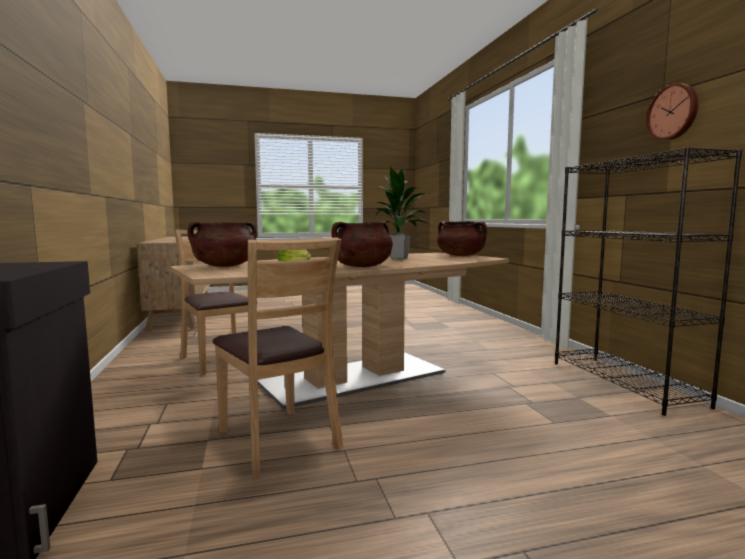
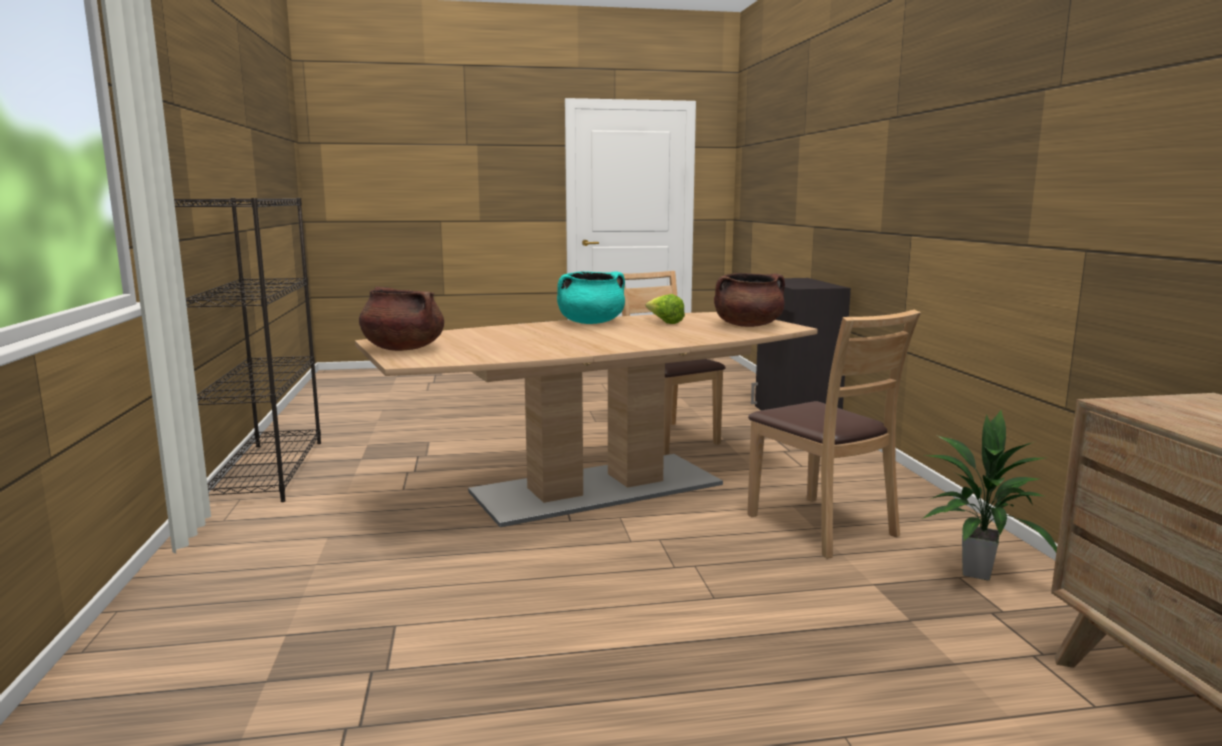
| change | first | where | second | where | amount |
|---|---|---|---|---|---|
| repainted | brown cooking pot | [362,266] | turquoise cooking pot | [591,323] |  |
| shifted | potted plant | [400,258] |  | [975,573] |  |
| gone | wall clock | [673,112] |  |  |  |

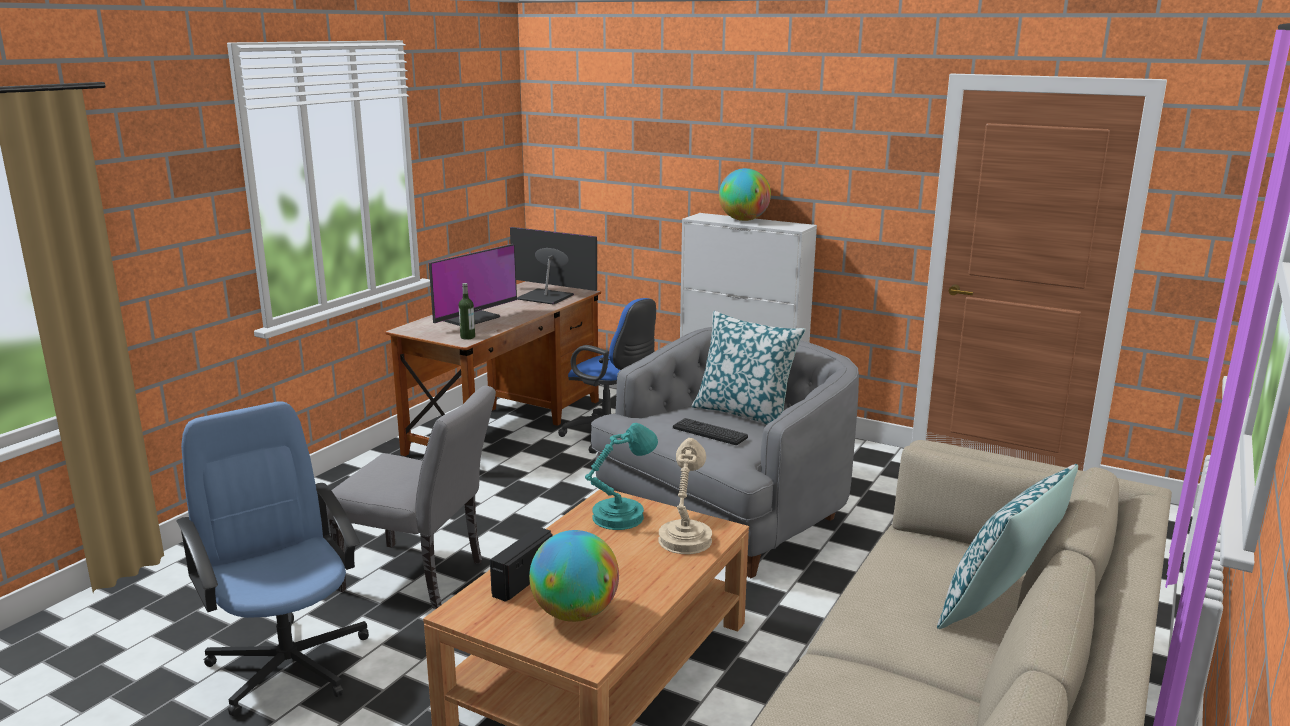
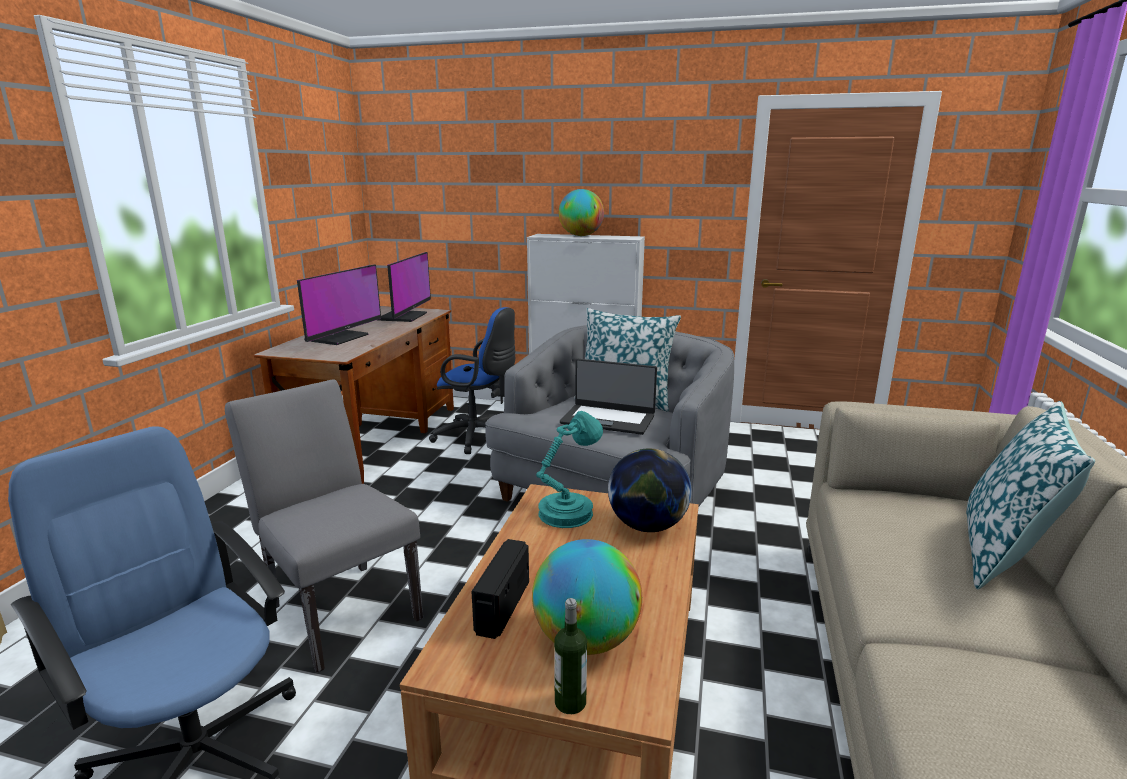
| change | first | where | second | where | amount |
|---|---|---|---|---|---|
| rotated | grey chair | [422,578] |  | [339,607] | 135 degrees counterclockwise |
| shifted | bottle | [467,337] |  | [570,702] |  |
| rotated | monitor | [546,297] |  | [403,317] | 90 degrees clockwise |
| swapped | beige table lamp | [685,538] | globe | [647,526] |  |
| swapped | keyboard | [709,432] | laptop | [608,419] |  |

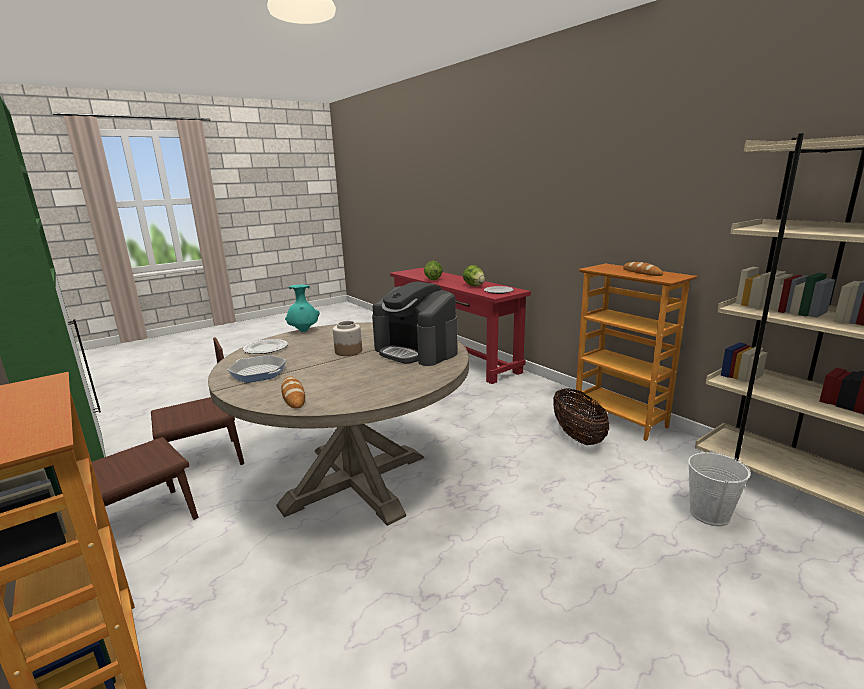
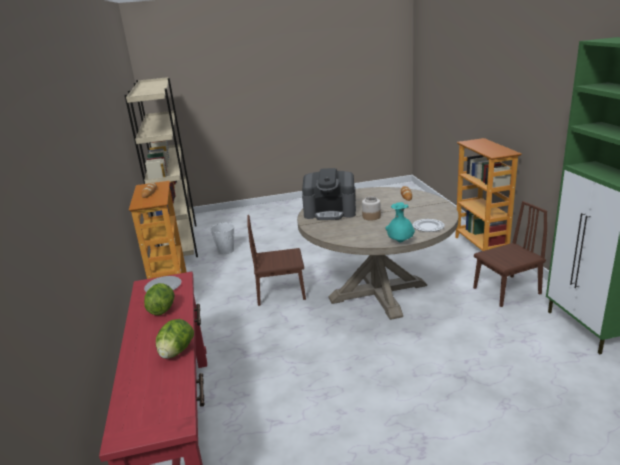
| change | first | where | second | where | amount |
|---|---|---|---|---|---|
| shifted | brown chair | [203,461] |  | [280,292] |  |
| gone | frying pan | [258,373] |  |  |  |
| rotated | coffee machine | [416,351] |  | [330,212] | 120 degrees clockwise |
| gone | basket | [577,436] |  |  |  |

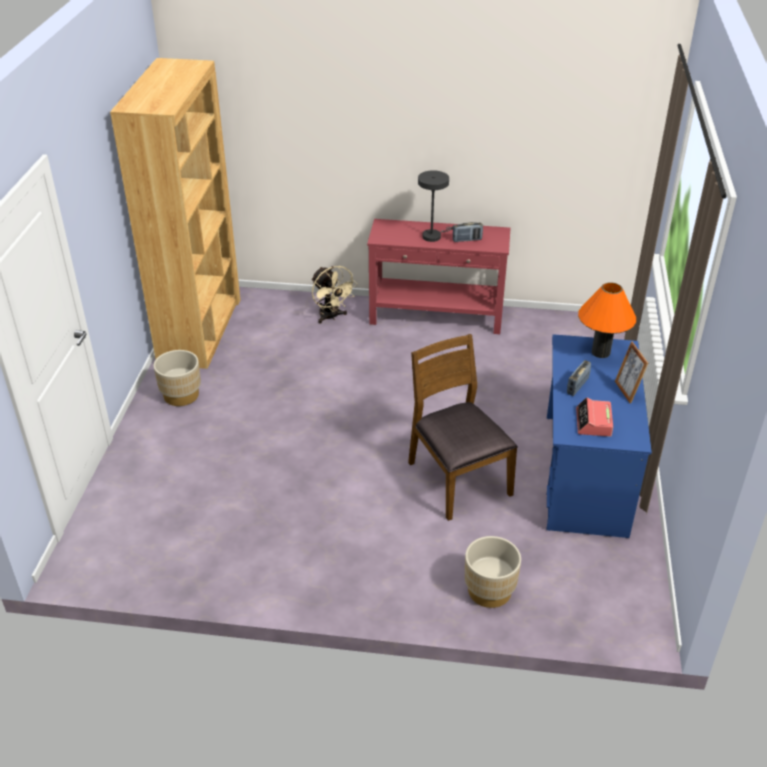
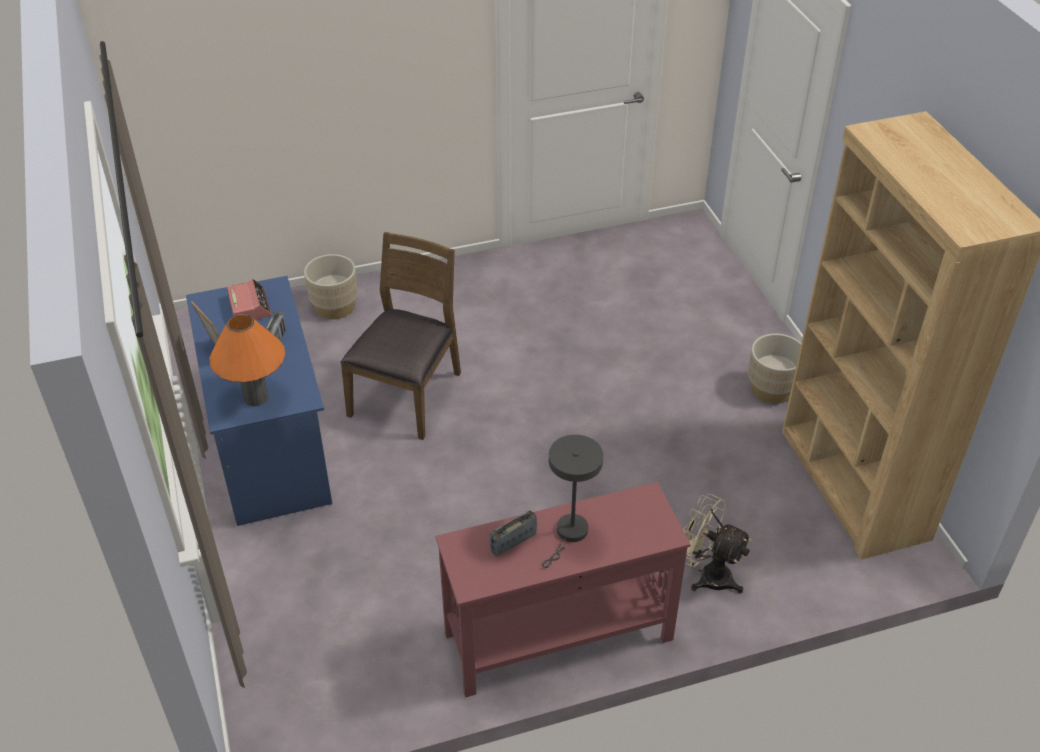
| change | first | where | second | where | amount |
|---|---|---|---|---|---|
| rotated | brown chair | [457,478] |  | [407,394] | 105 degrees counterclockwise |

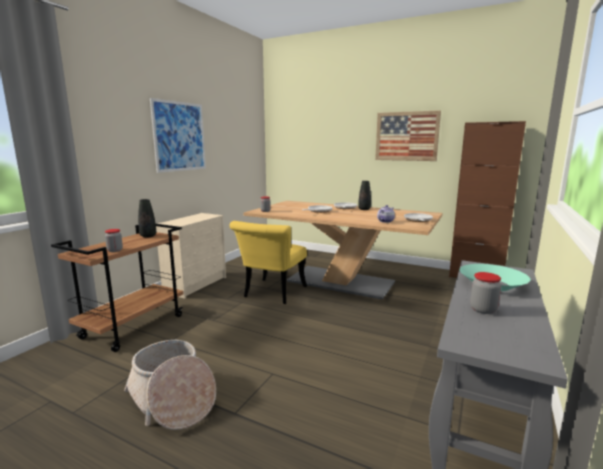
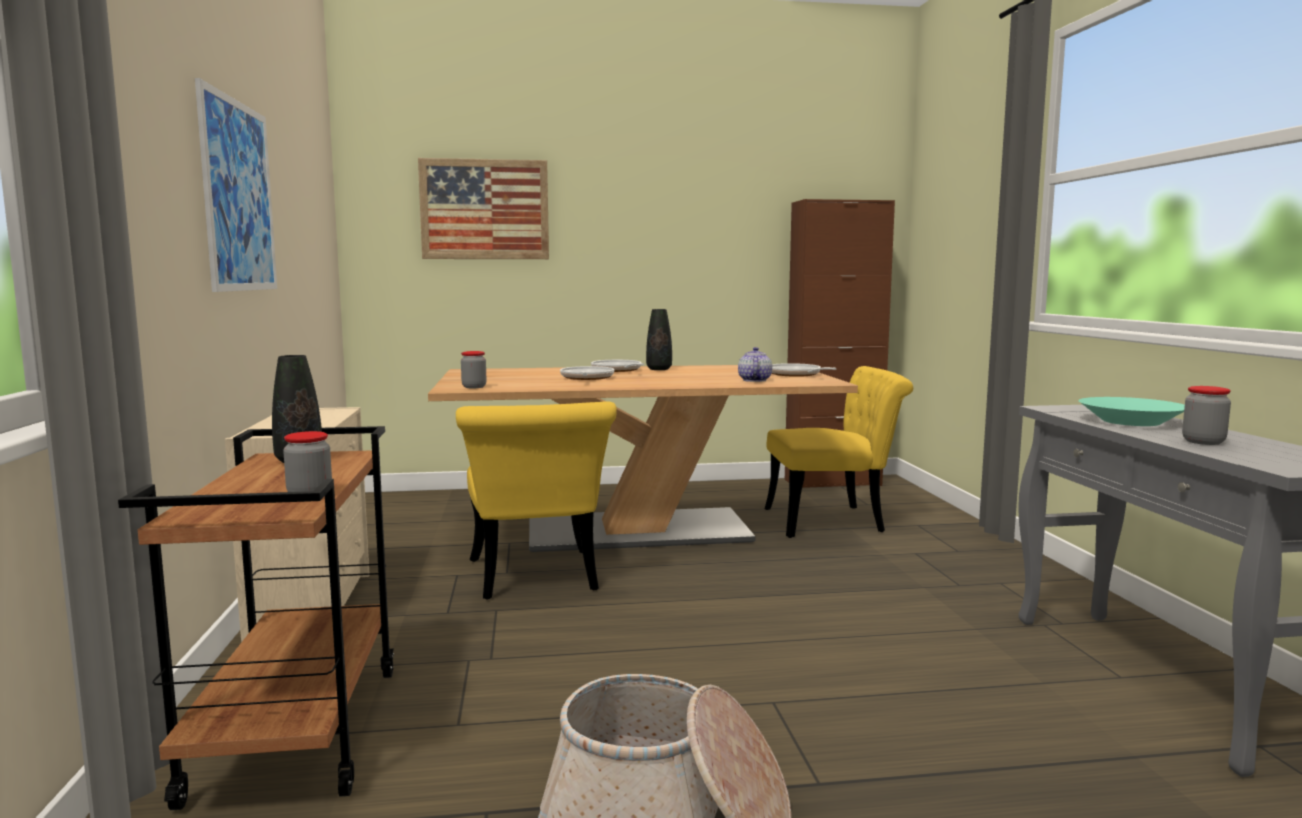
| change | first | where | second | where | amount |
|---|---|---|---|---|---|
| shifted | picture | [406,136] |  | [484,209] |  |
| new |  |  | yellow chair | [834,521] |  |

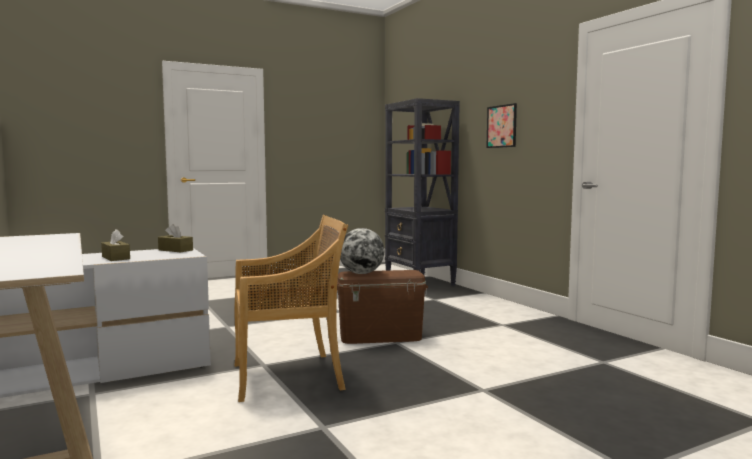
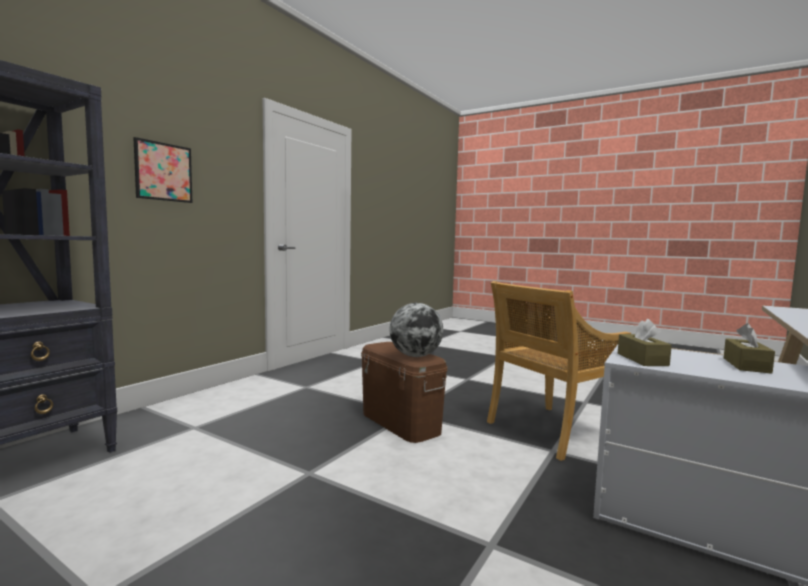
| change | first | where | second | where | amount |
|---|---|---|---|---|---|
| rotated | beige chair | [289,376] |  | [551,431] | 75 degrees counterclockwise |

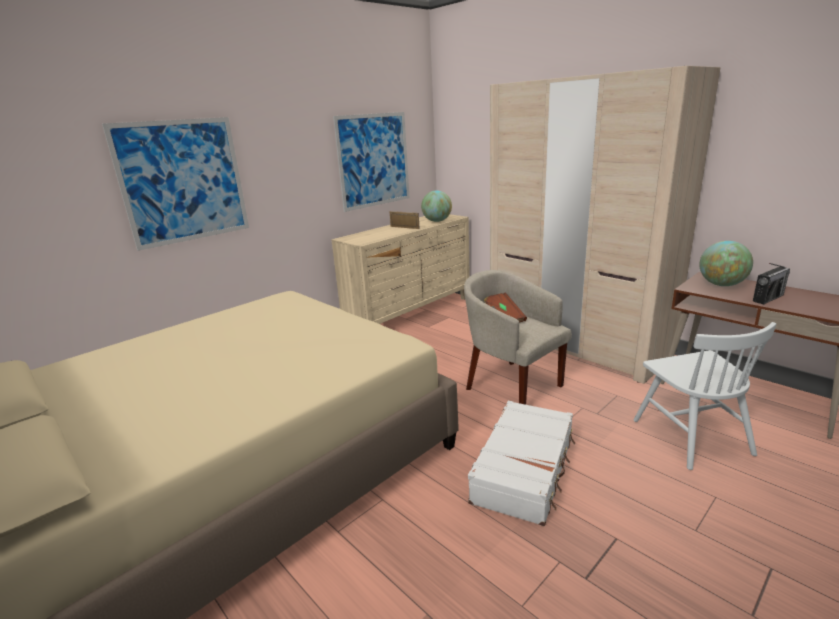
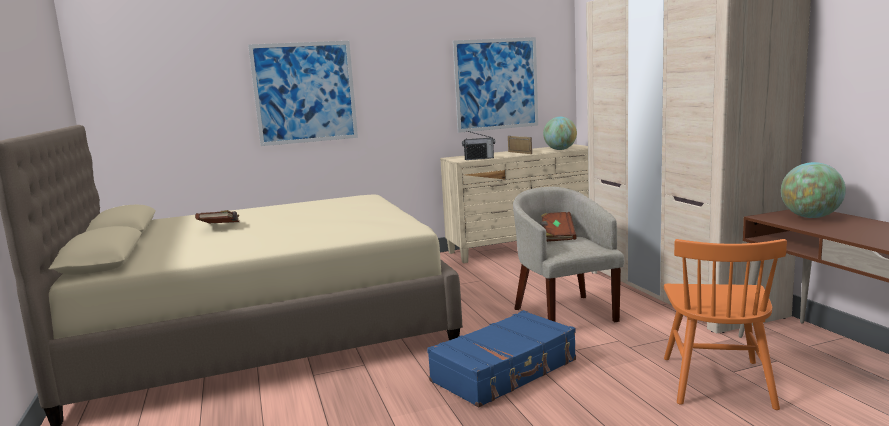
| change | first | where | second | where | amount |
|---|---|---|---|---|---|
| repainted | white suitcase | [525,470] | blue suitcase | [505,371] |  |
| repainted | white chair | [691,436] | orange chair | [717,381] |  |
| shifted | radio | [768,298] |  | [479,158] |  |
| new |  |  | brown book | [221,227] |  |

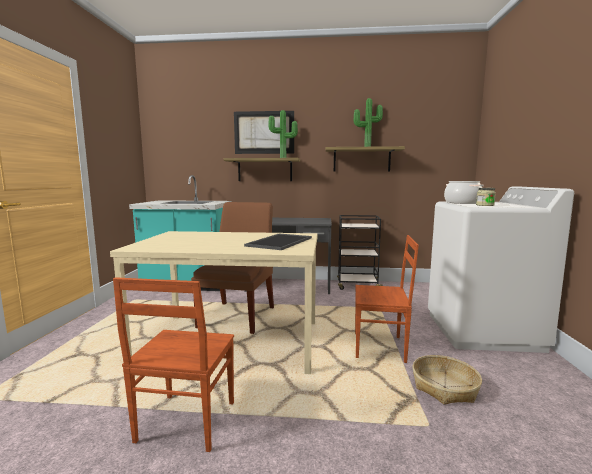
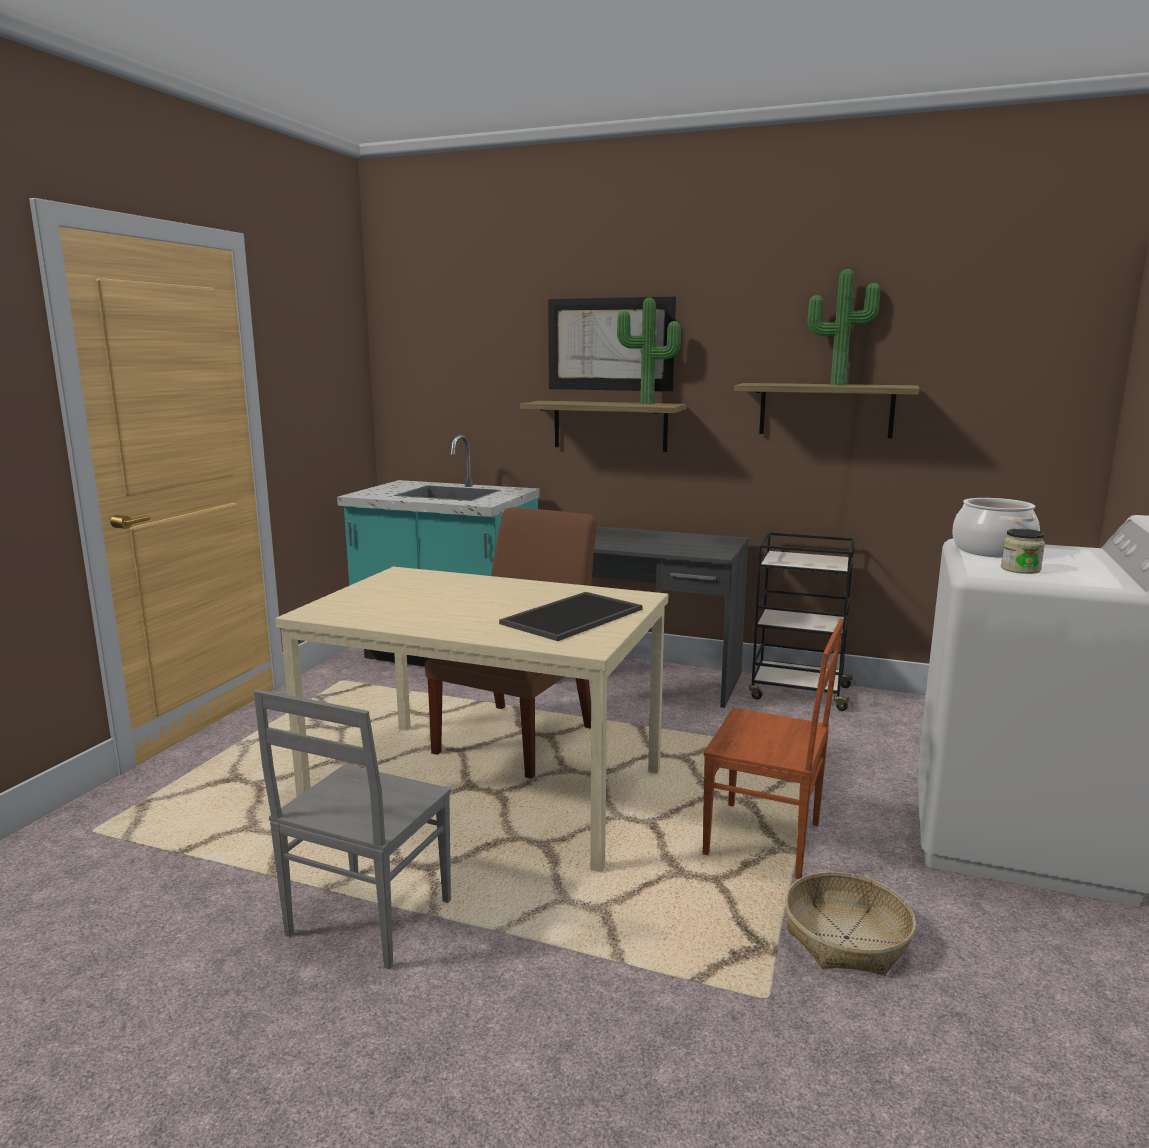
| change | first | where | second | where | amount |
|---|---|---|---|---|---|
| repainted | brown chair | [185,423] | grey chair | [366,919] |  |

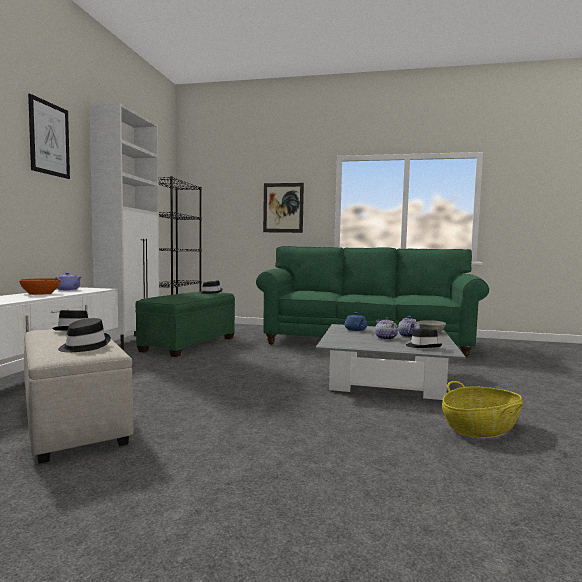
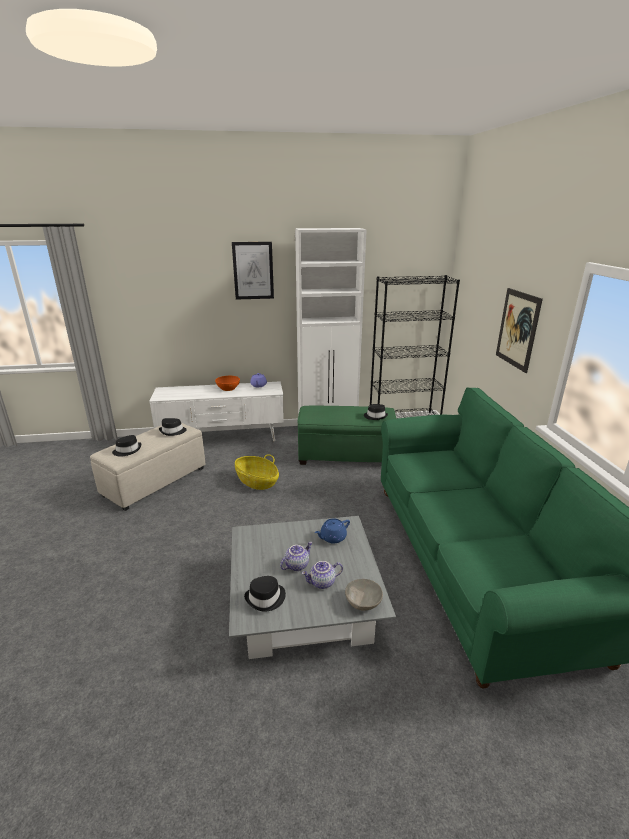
| change | first | where | second | where | amount |
|---|---|---|---|---|---|
| shifted | basket | [480,428] |  | [257,481] |  |

